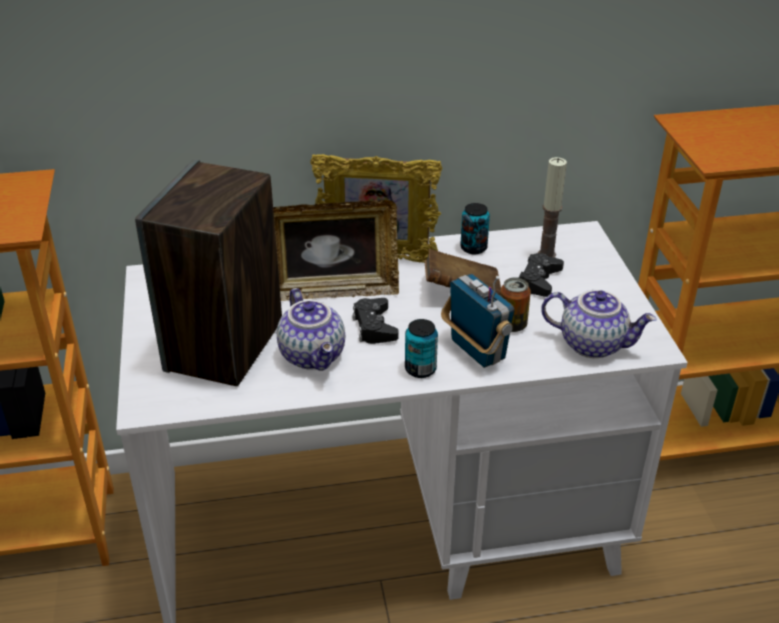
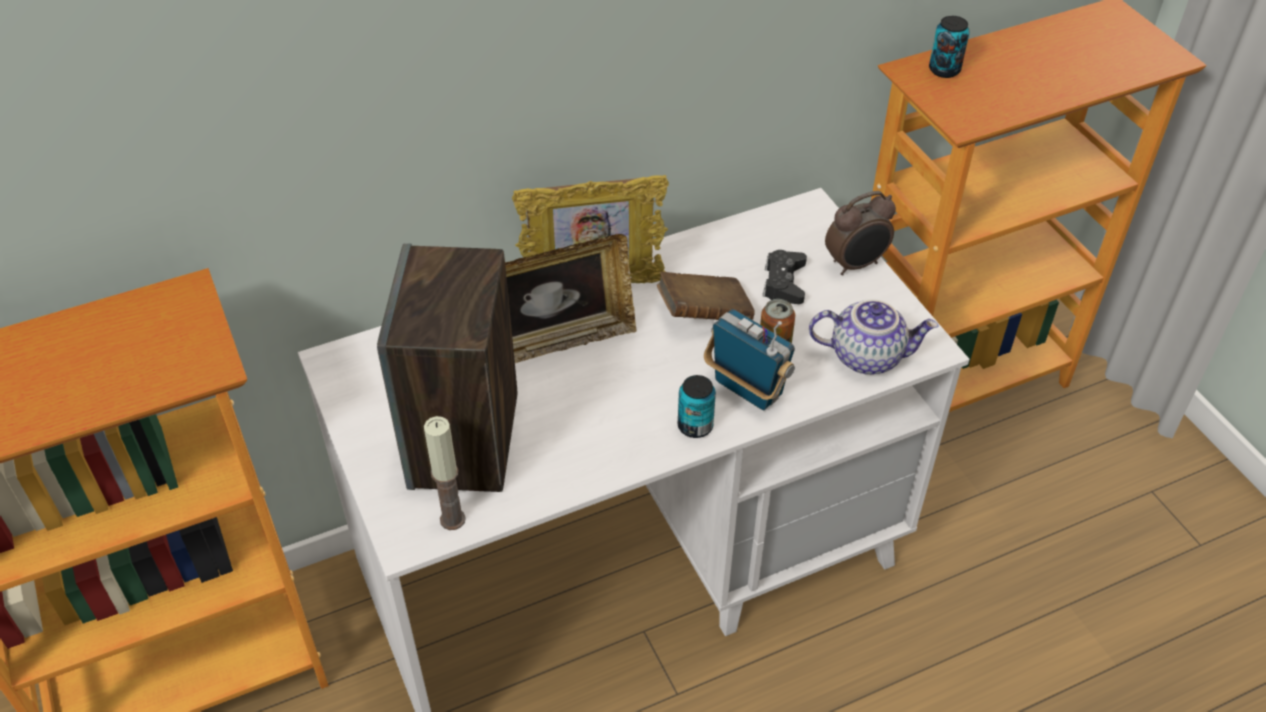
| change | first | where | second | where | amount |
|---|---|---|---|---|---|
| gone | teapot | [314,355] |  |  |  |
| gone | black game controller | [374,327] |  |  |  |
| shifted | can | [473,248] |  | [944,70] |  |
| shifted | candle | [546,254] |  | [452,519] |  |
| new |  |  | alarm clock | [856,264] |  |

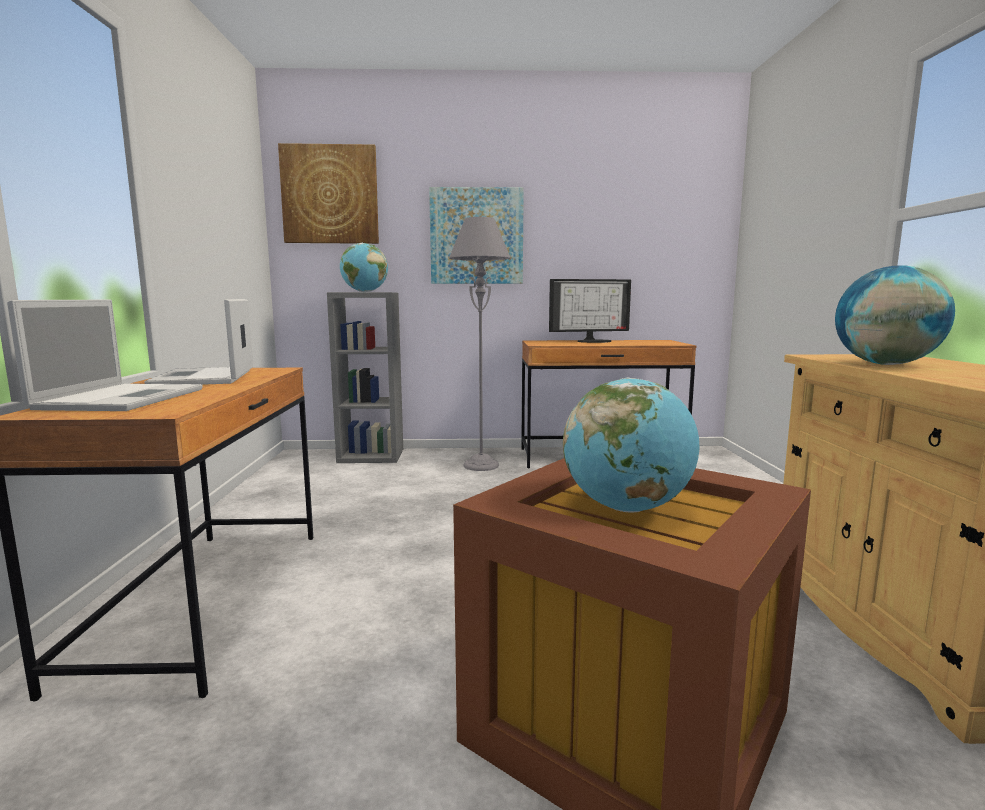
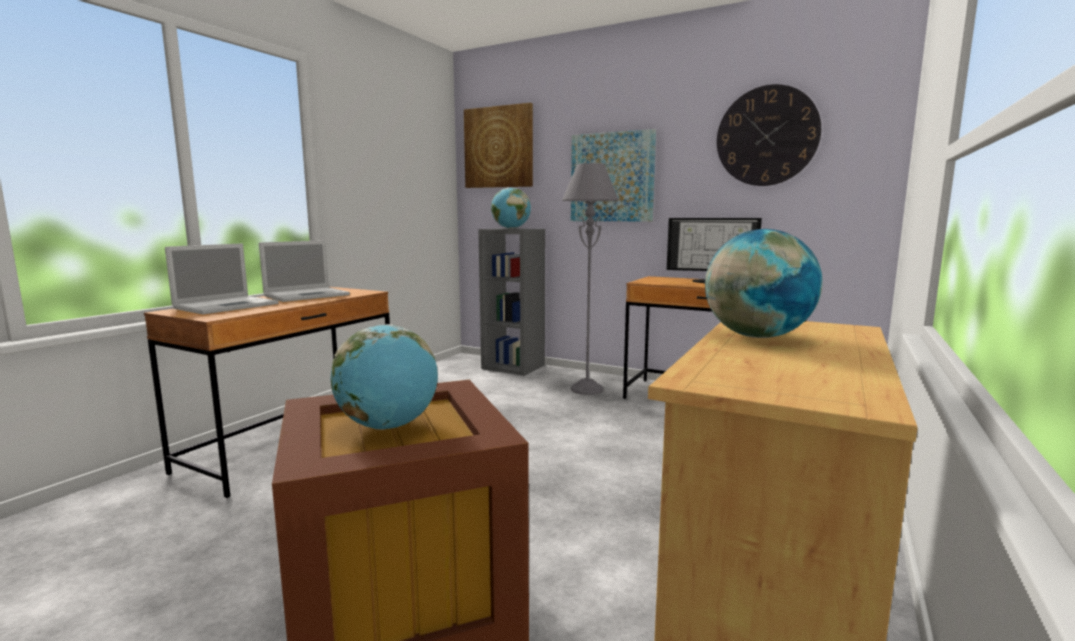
| change | first | where | second | where | amount |
|---|---|---|---|---|---|
| rotated | laptop | [204,378] |  | [308,295] | 150 degrees counterclockwise |
| new |  |  | wall clock | [767,136] |  |

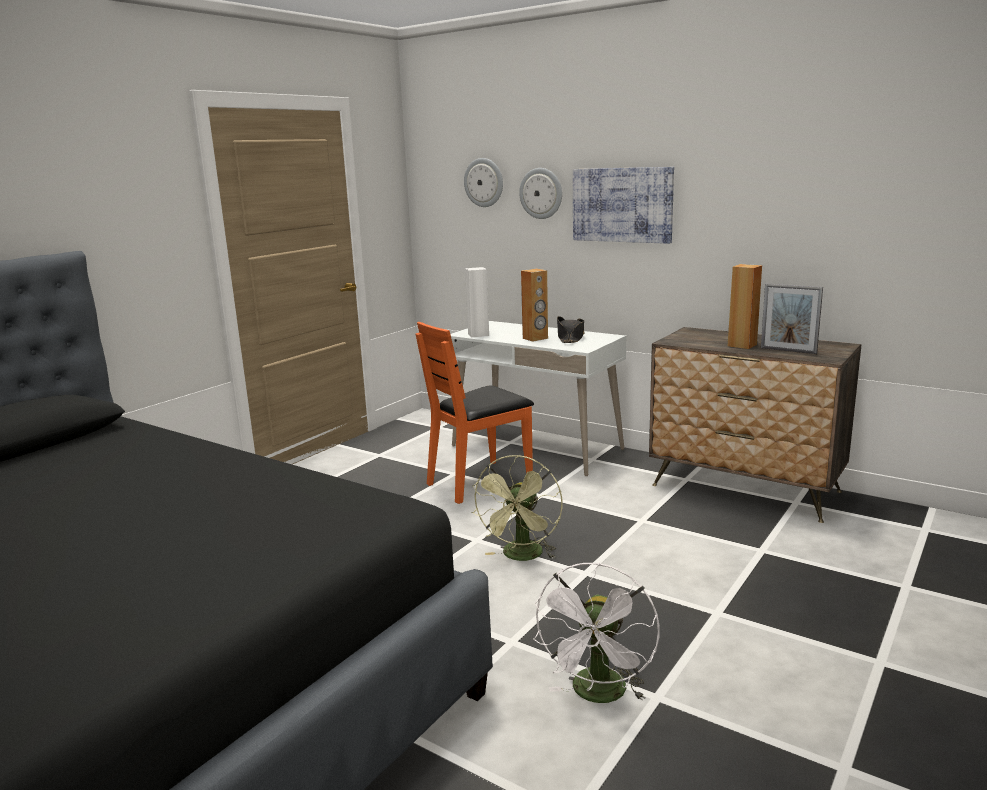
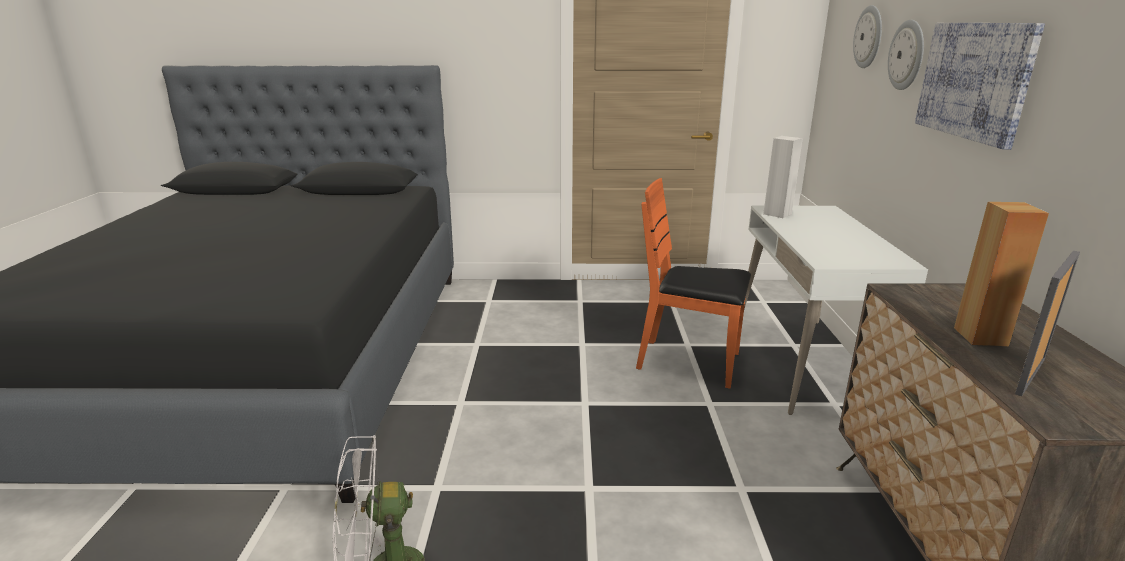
| change | first | where | second | where | amount |
|---|---|---|---|---|---|
| gone | green fan | [522,557] |  |  |  |
| gone | brown speaker | [535,338] |  |  |  |
| gone | black hat | [570,338] |  |  |  |
| rotated | picture frame | [788,350] |  | [1030,376] | 45 degrees clockwise |

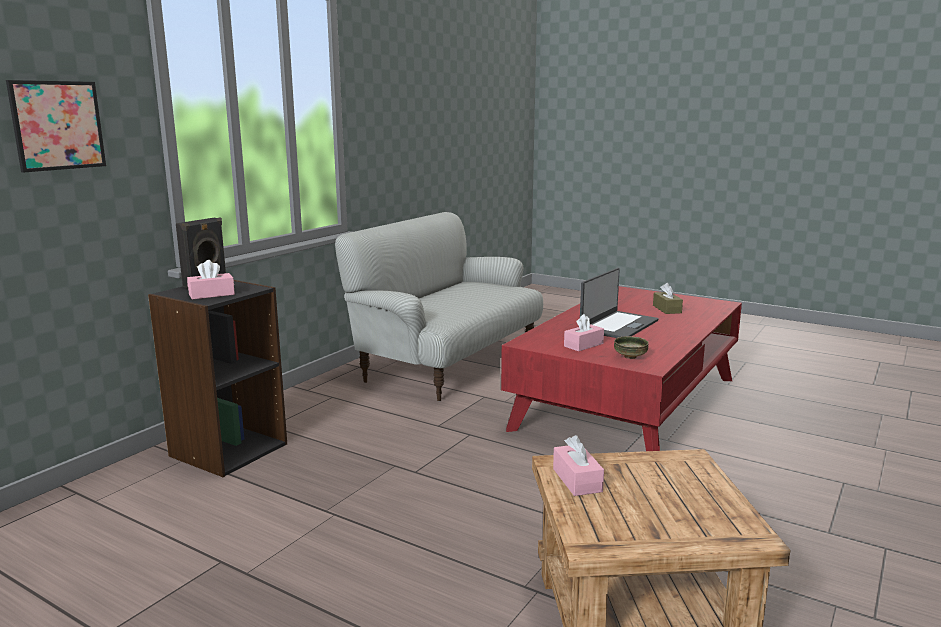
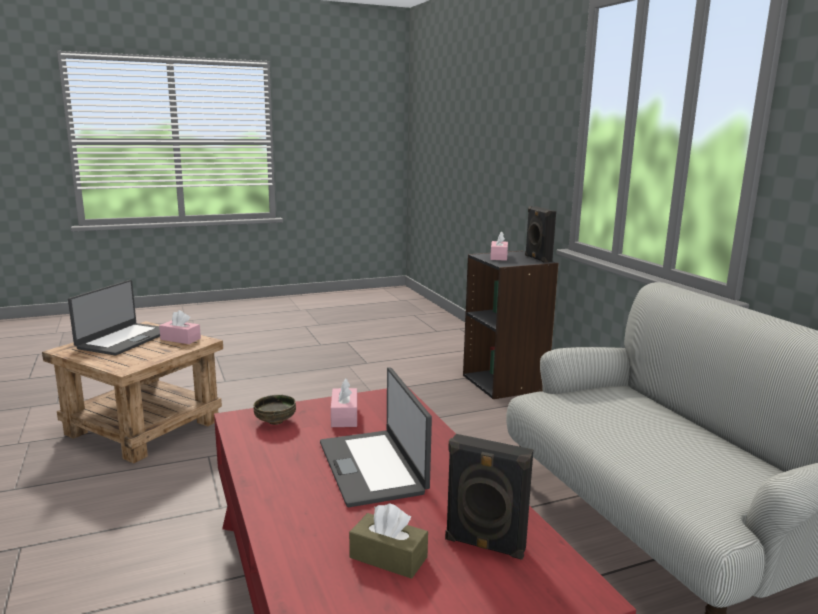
| change | first | where | second | where | amount |
|---|---|---|---|---|---|
| gone | picture | [57,125] |  |  |  |
| new |  |  | laptop | [124,339] |  |
| new |  |  | black speaker | [484,545] |  |

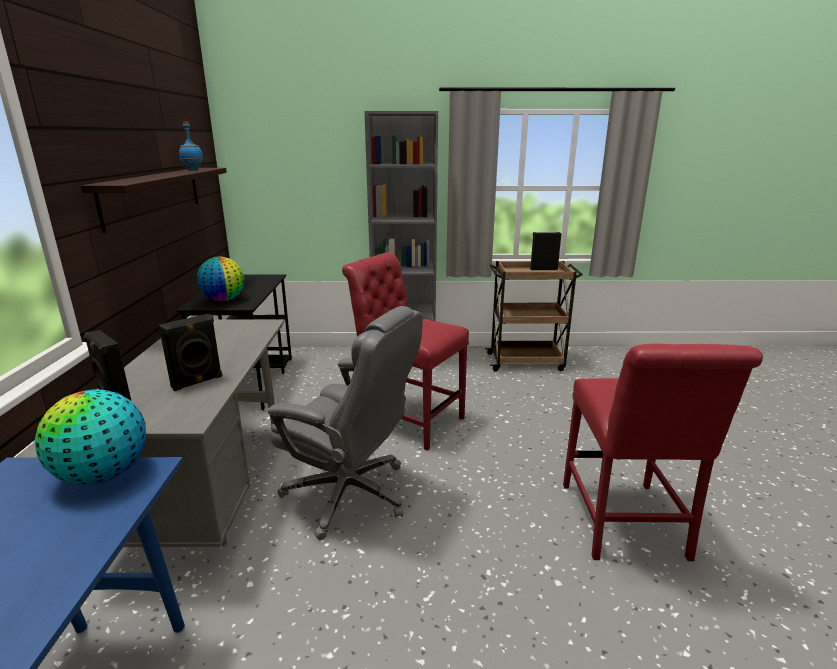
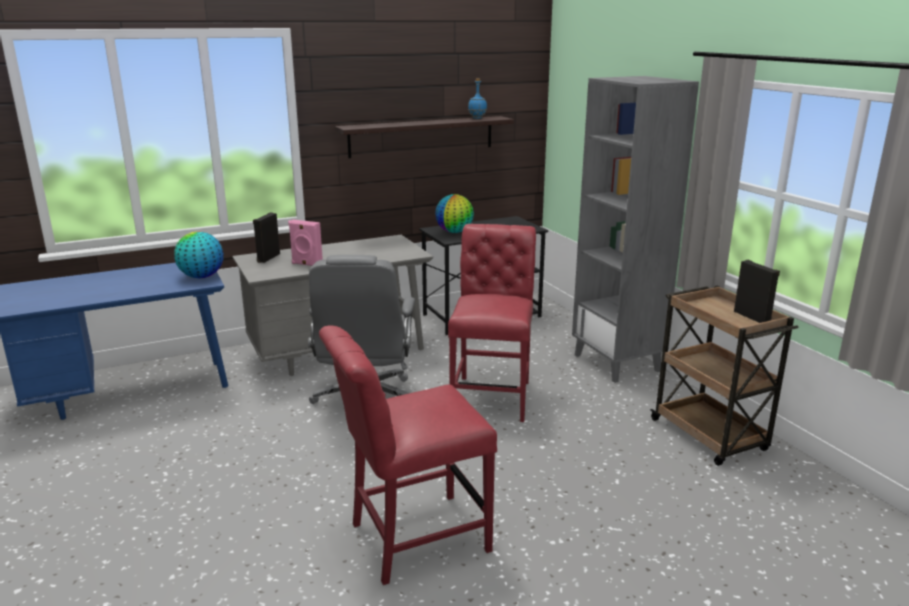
| change | first | where | second | where | amount |
|---|---|---|---|---|---|
| repainted | black speaker | [197,382] | pink speaker | [306,264] |  |

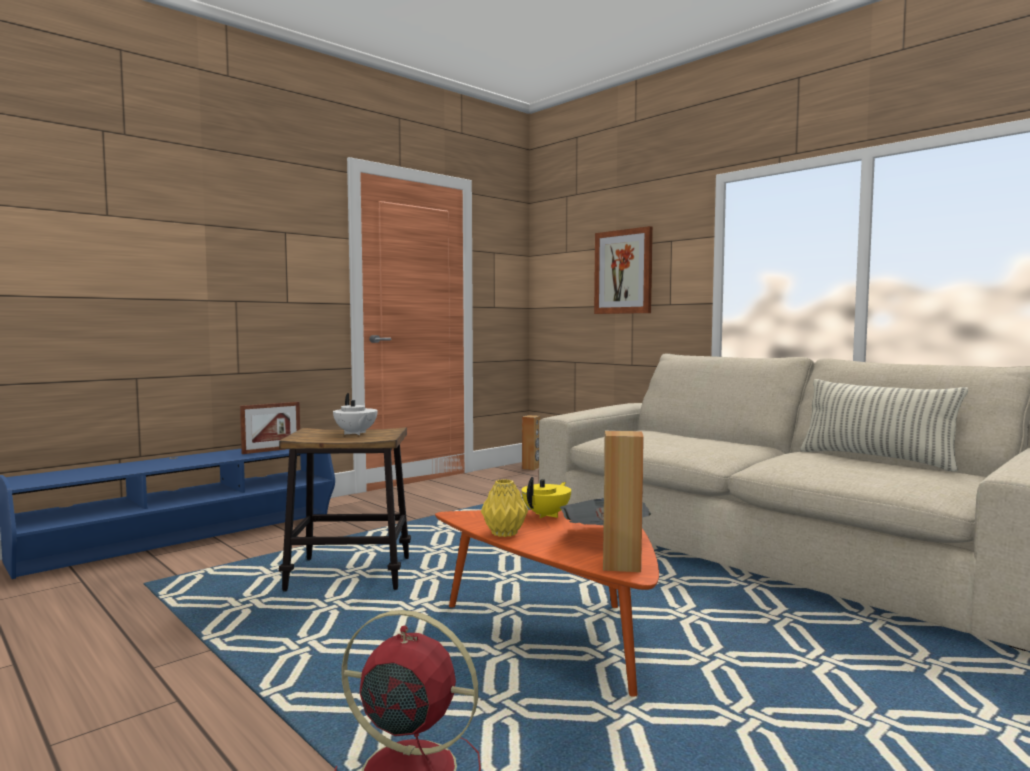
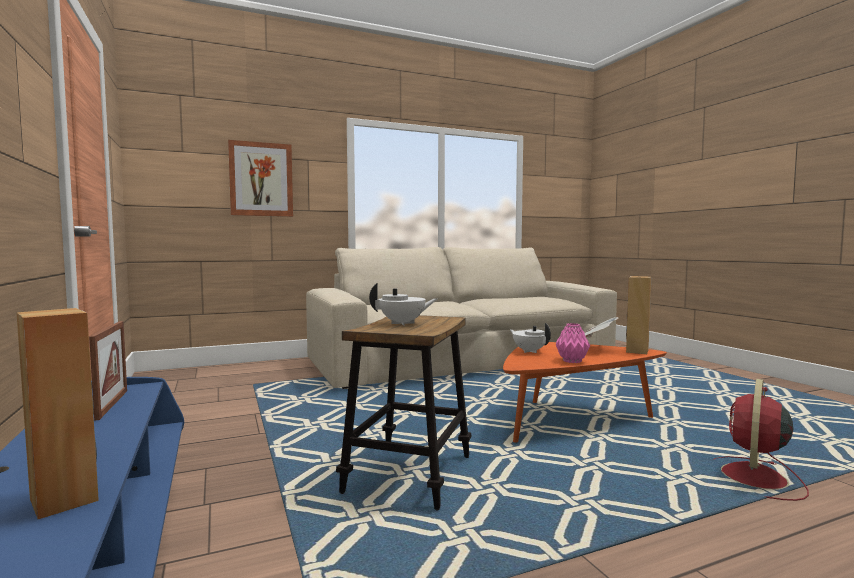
| change | first | where | second | where | amount |
|---|---|---|---|---|---|
| repainted | yellow vase | [503,533] | pink vase | [572,361] |  |
| repainted | yellow teapot | [547,515] | white teapot | [529,351] |  |
| shifted | brown speaker | [531,468] |  | [65,499] |  |
| gone | pillow | [876,459] |  |  |  |

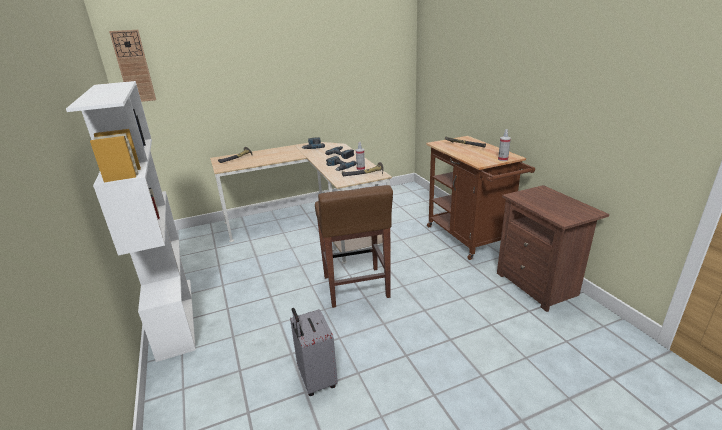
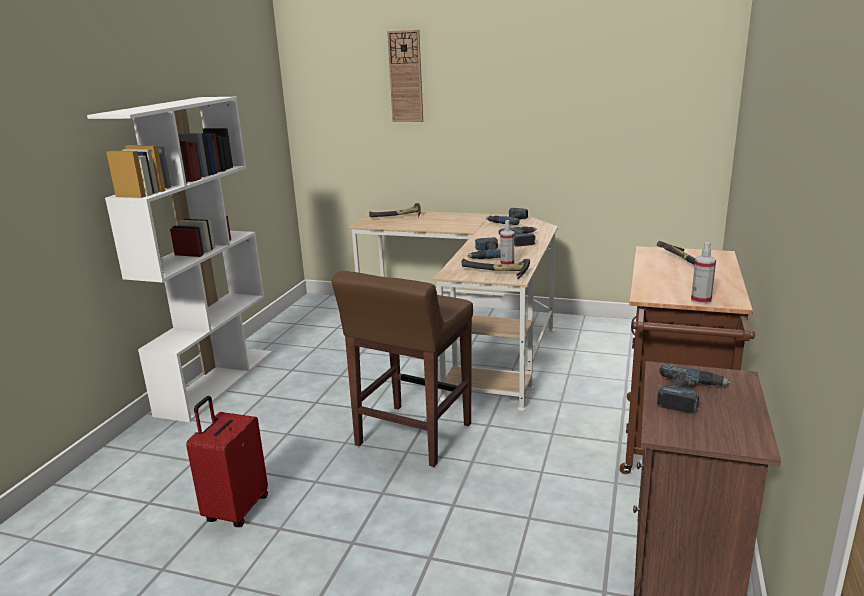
| change | first | where | second | where | amount |
|---|---|---|---|---|---|
| shifted | wall clock | [133,67] |  | [406,77] |  |
| repainted | grey suitcase | [315,379] | red suitcase | [235,509] |  |
| new |  |  | power drill | [689,395] |  |

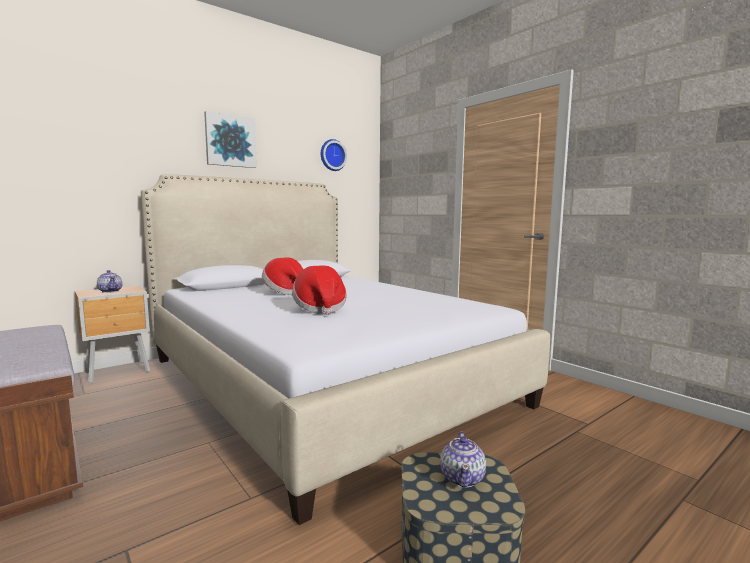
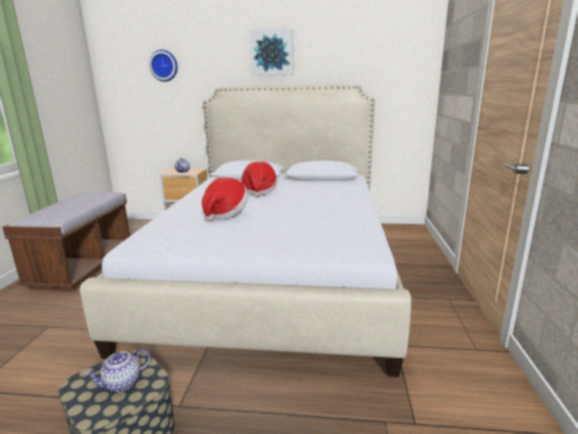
| change | first | where | second | where | amount |
|---|---|---|---|---|---|
| shifted | wall clock | [332,155] |  | [164,66] |  |

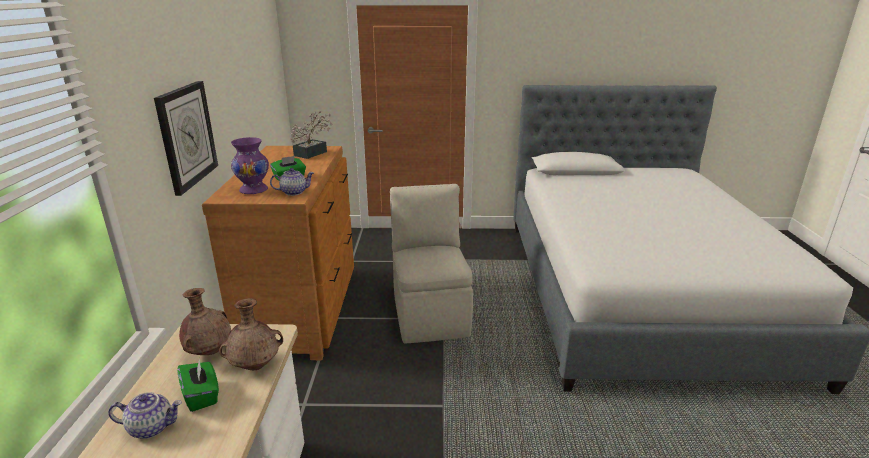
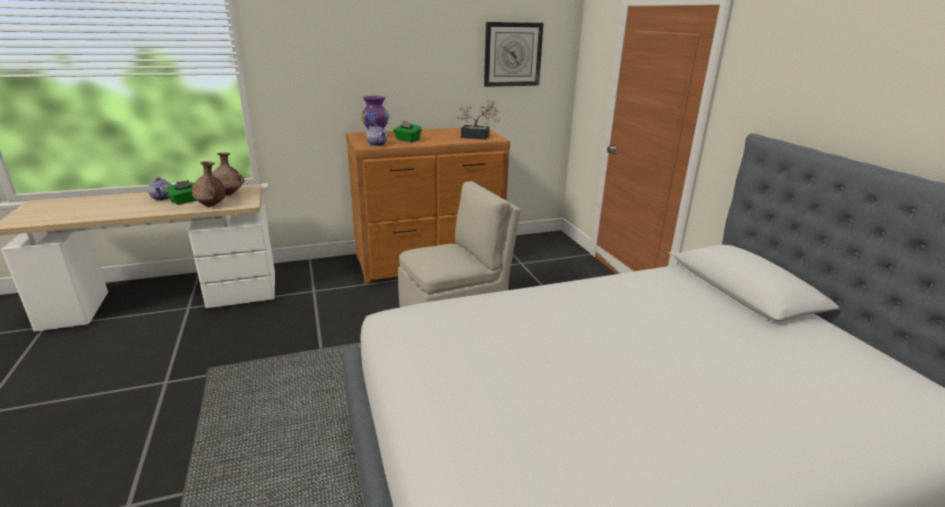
| change | first | where | second | where | amount |
|---|---|---|---|---|---|
| shifted | wall clock | [186,135] |  | [512,54] |  |

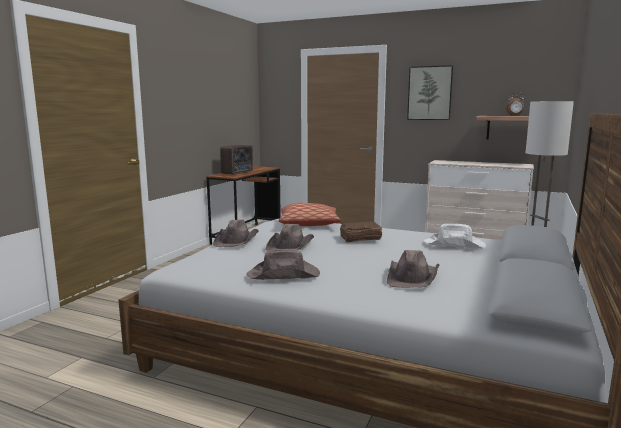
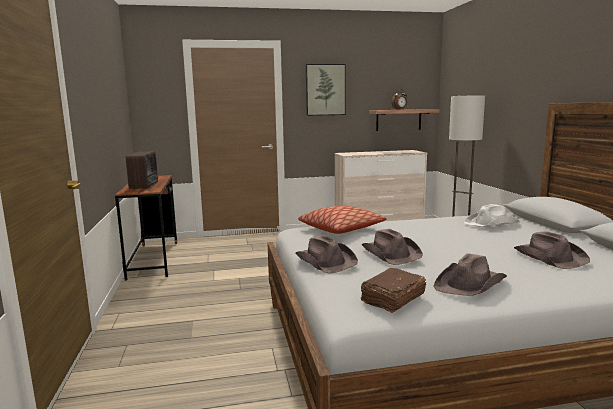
| change | first | where | second | where | amount |
|---|---|---|---|---|---|
| shifted | brown book | [359,239] |  | [392,299] |  |

